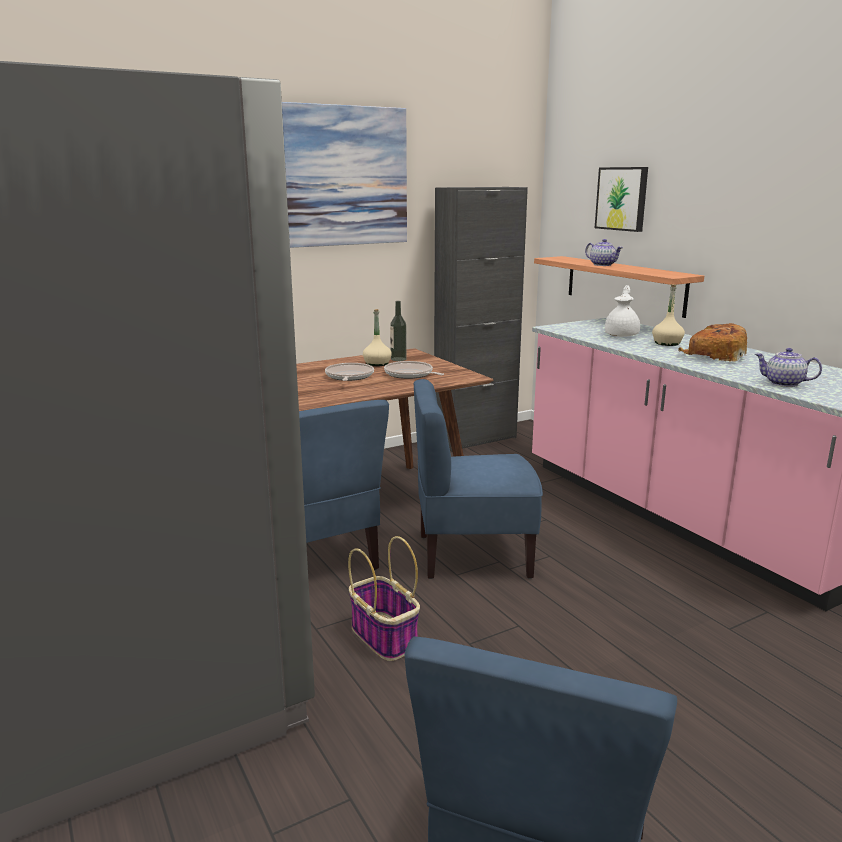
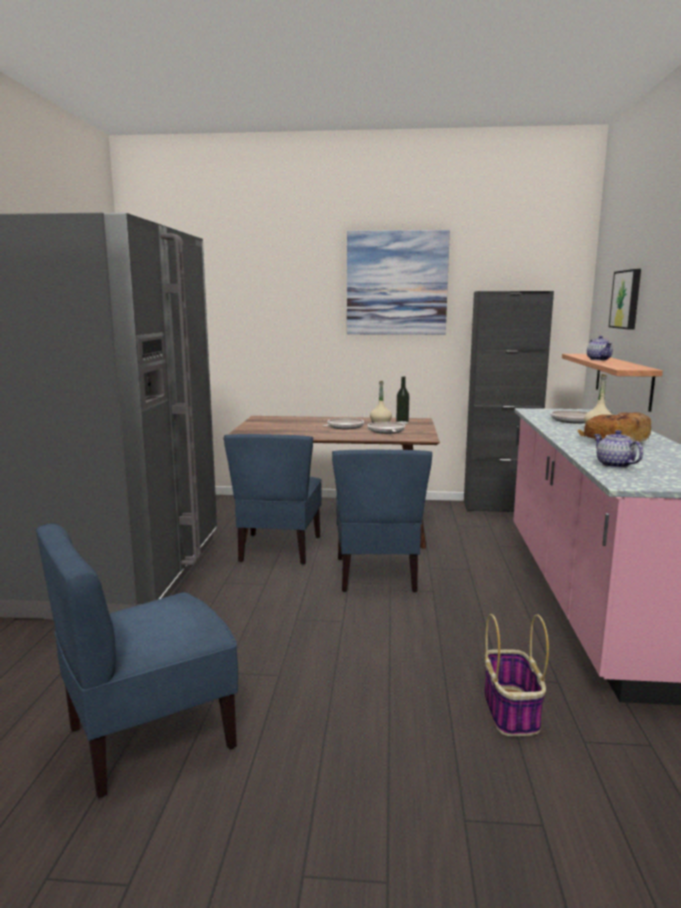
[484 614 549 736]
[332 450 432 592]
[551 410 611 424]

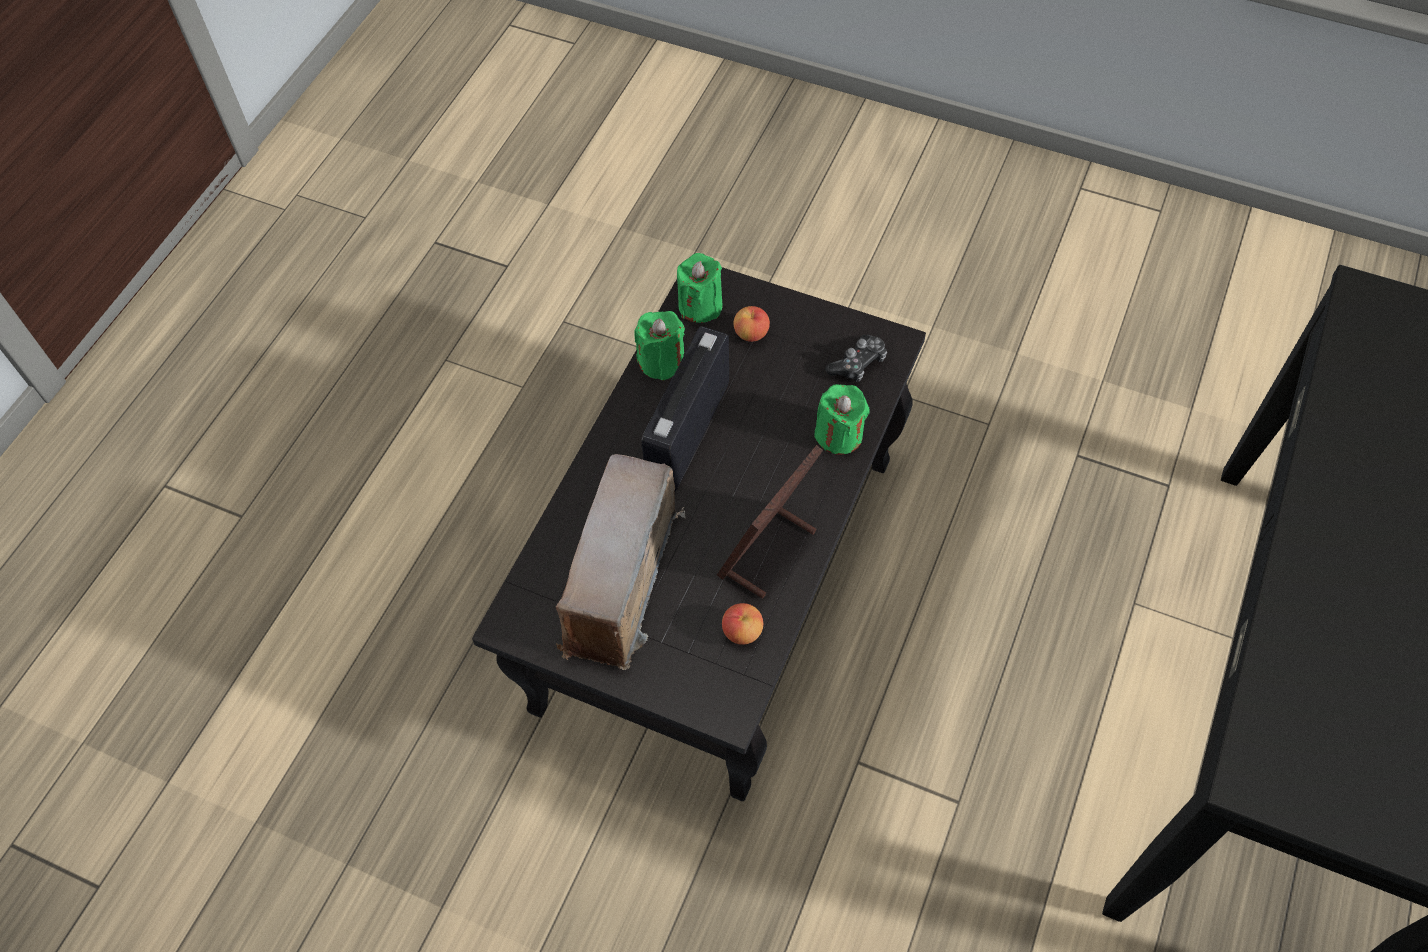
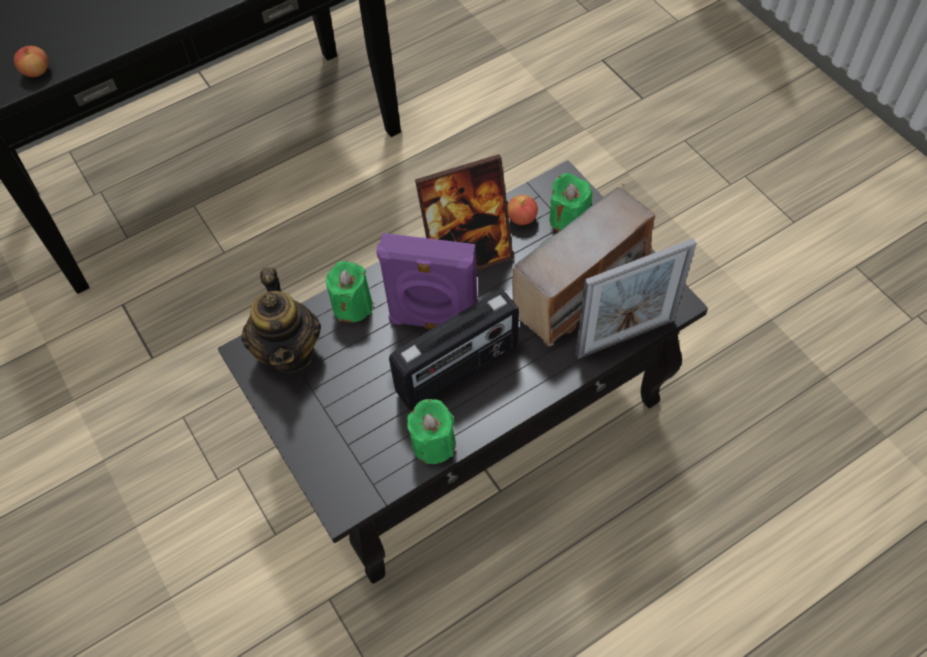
[550 173 592 232]
[14 46 48 77]
[241 267 321 373]
[376 233 477 329]
[575 239 696 359]

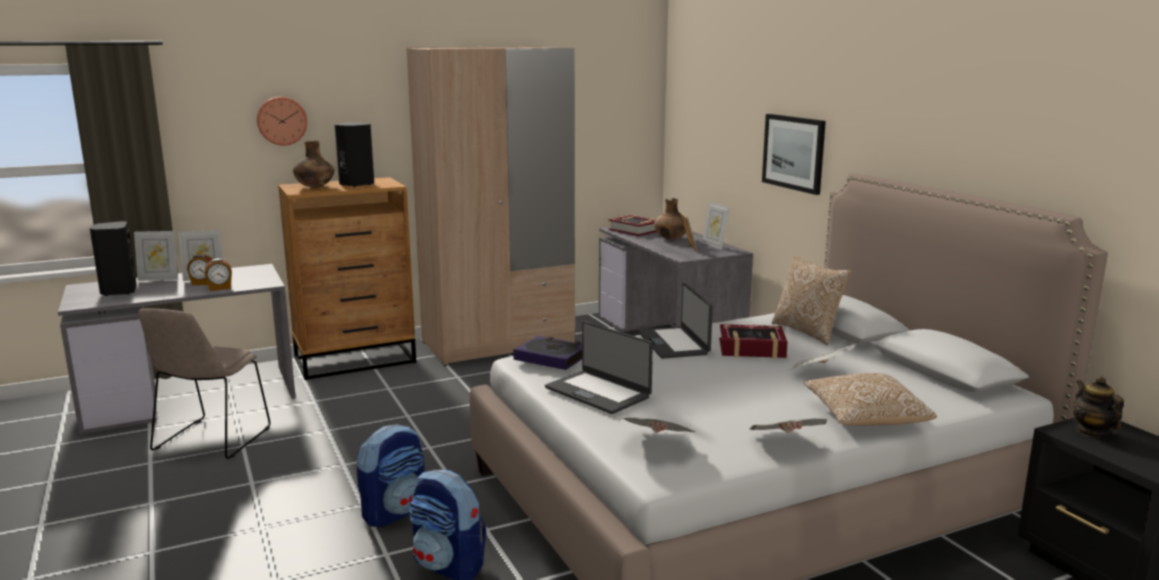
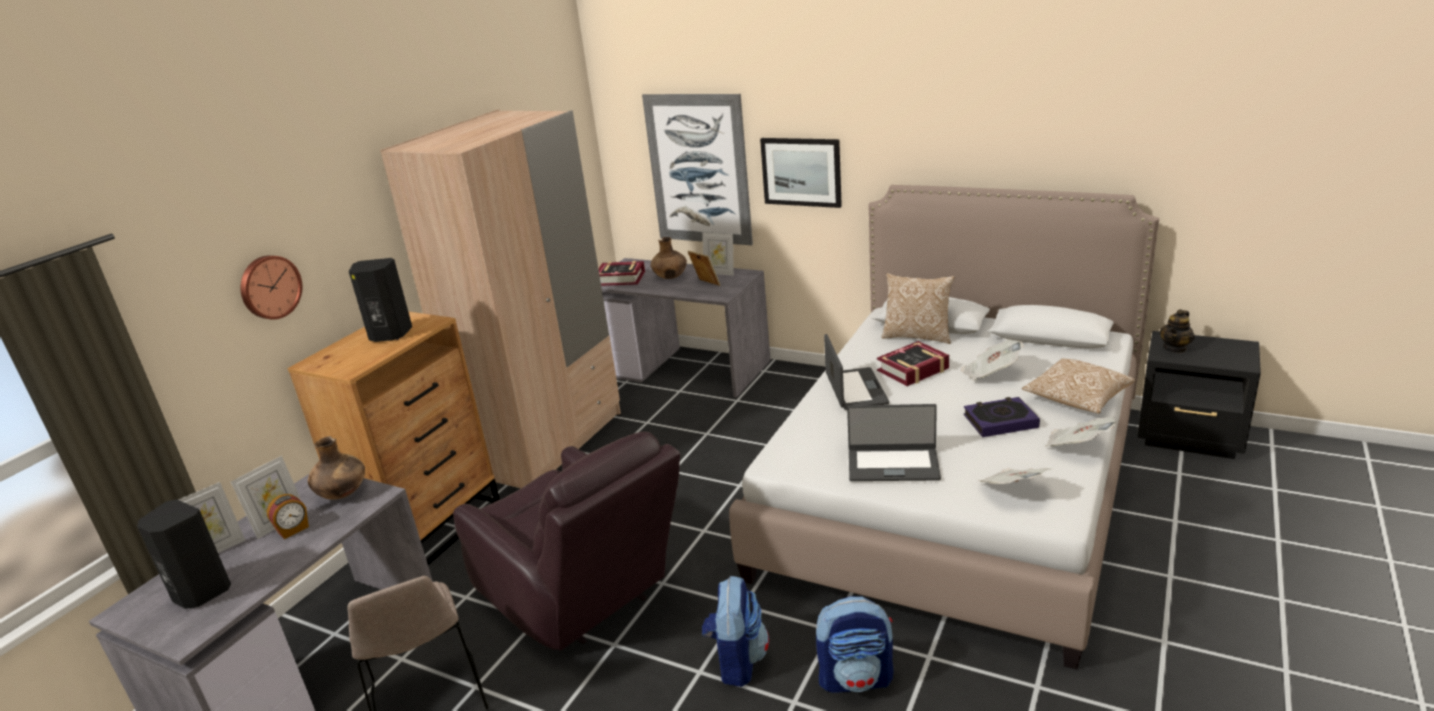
[205 259 232 291] (first image)
[308 436 365 500]
[963 397 1040 437]
[824 334 889 410]
[1160 309 1195 353]
[453 432 680 651]
[642 94 753 245]

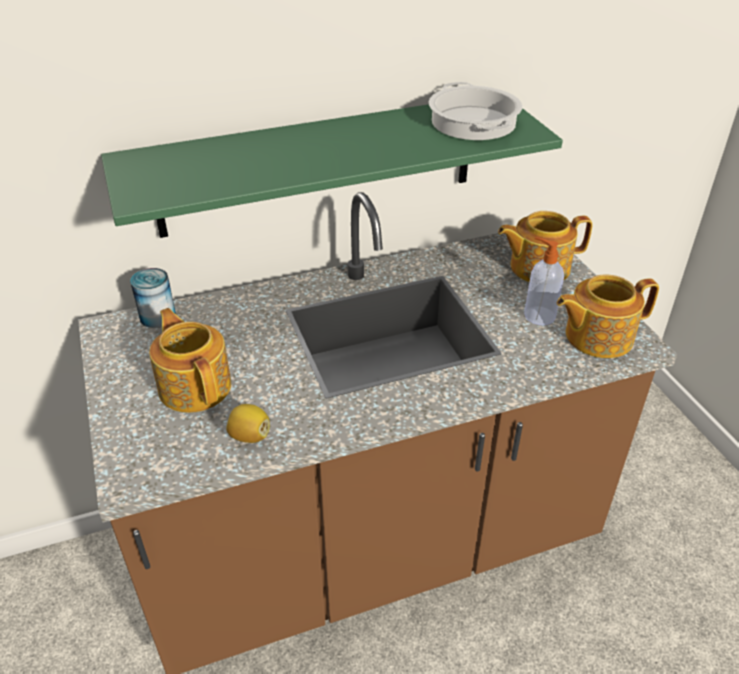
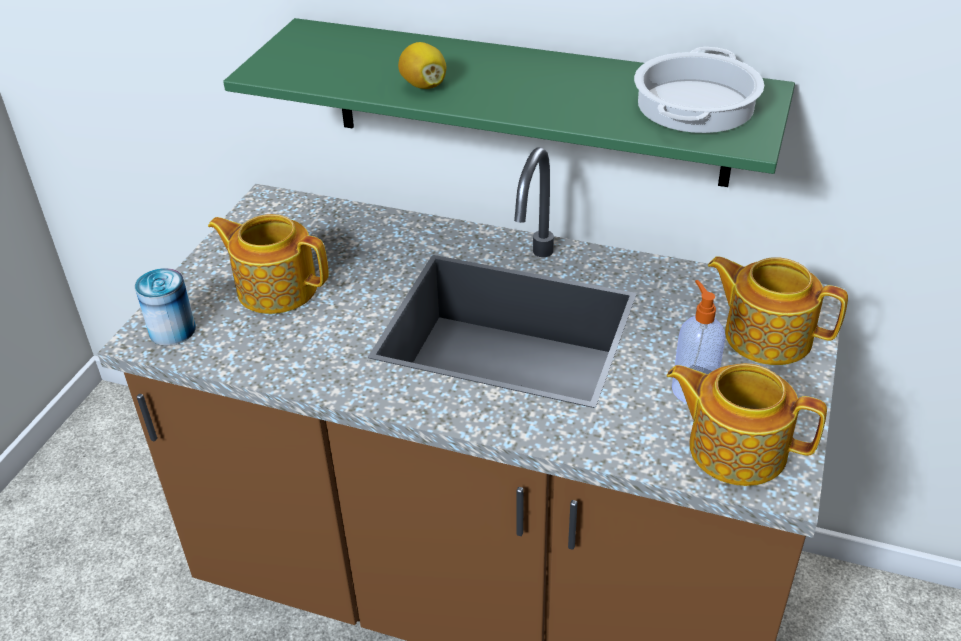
[135 268 196 346]
[208 214 329 314]
[398 42 447 89]

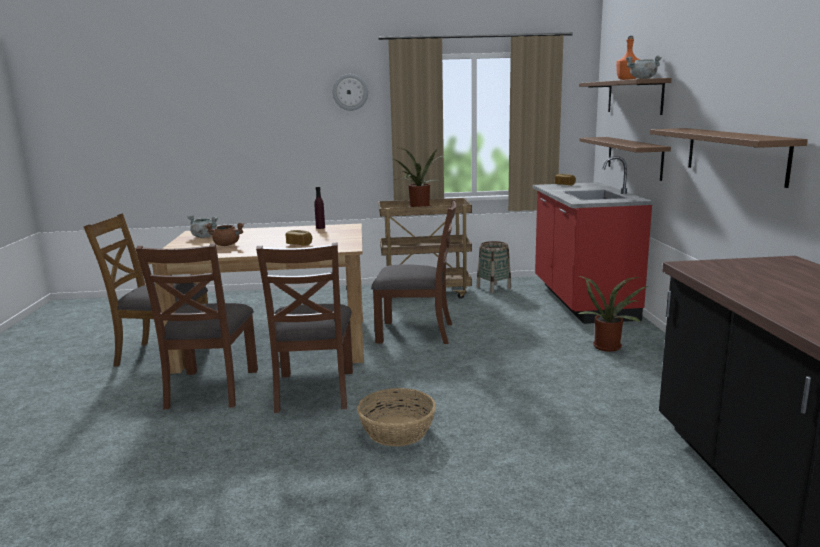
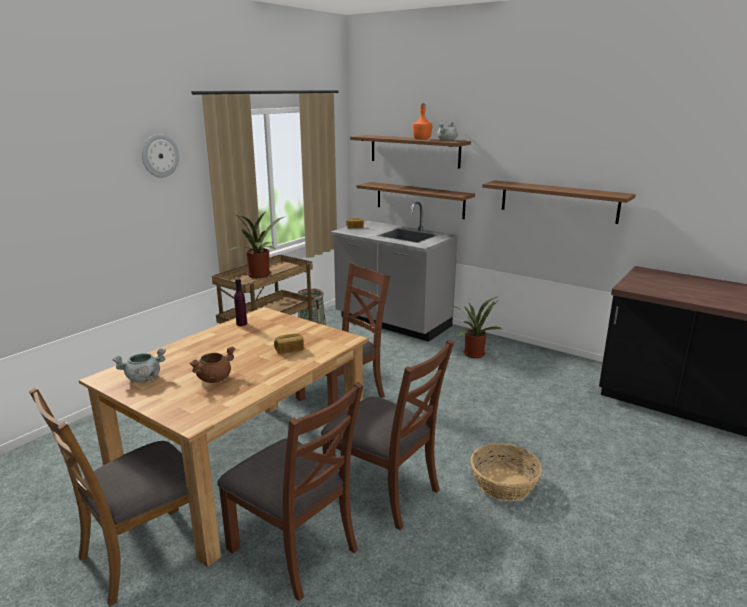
[330 202 459 342]

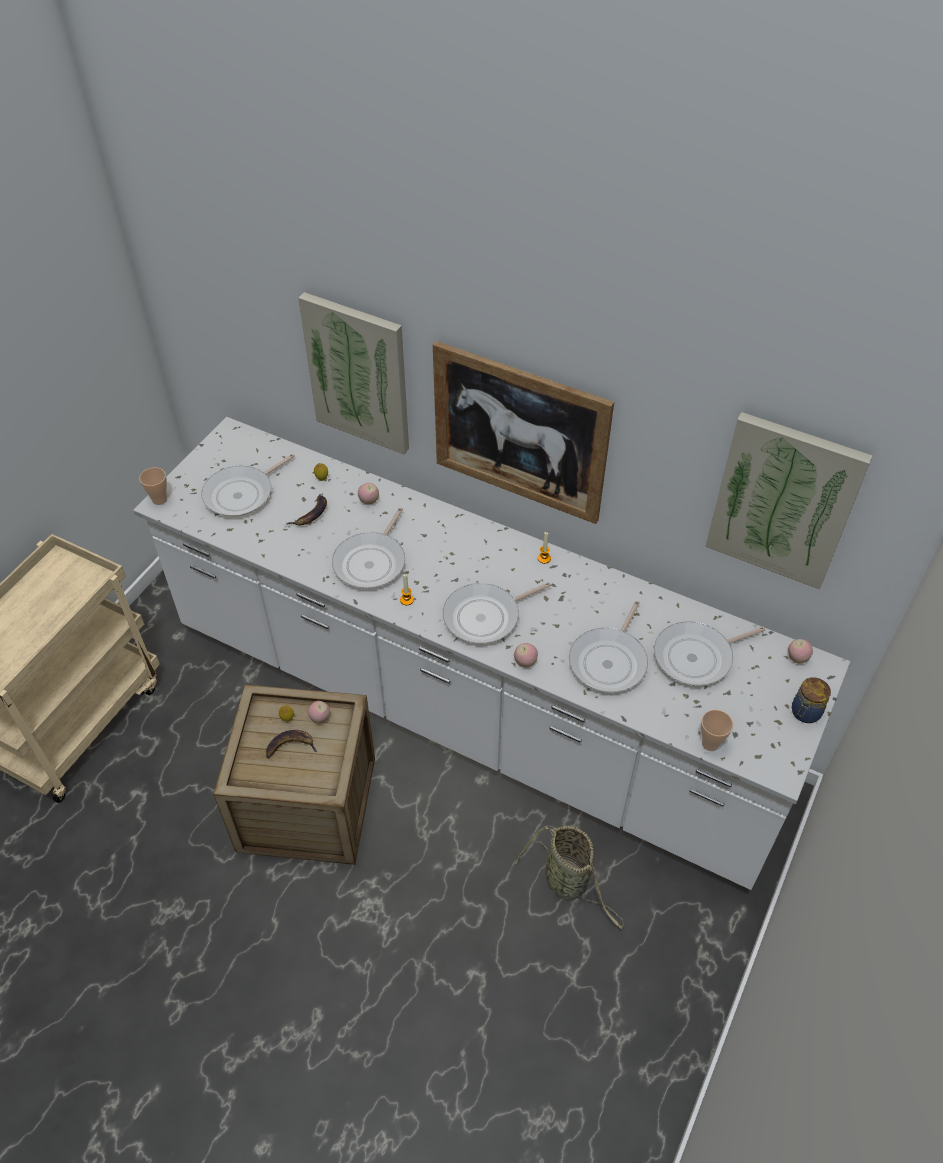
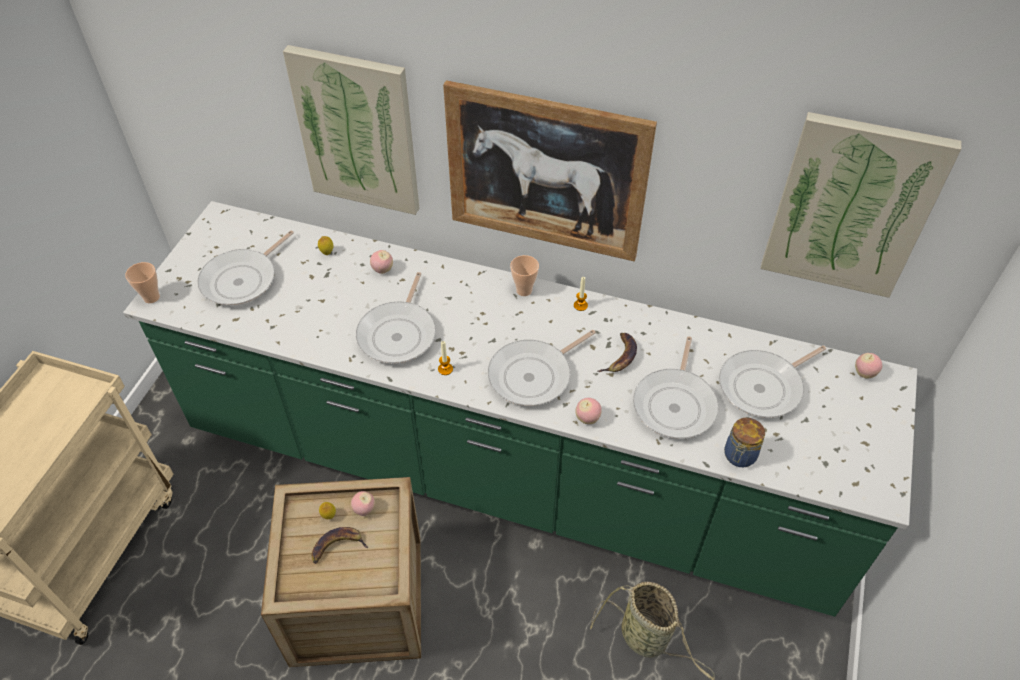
[123 201 917 617]
[598 333 637 372]
[510 255 539 296]
[724 418 765 467]

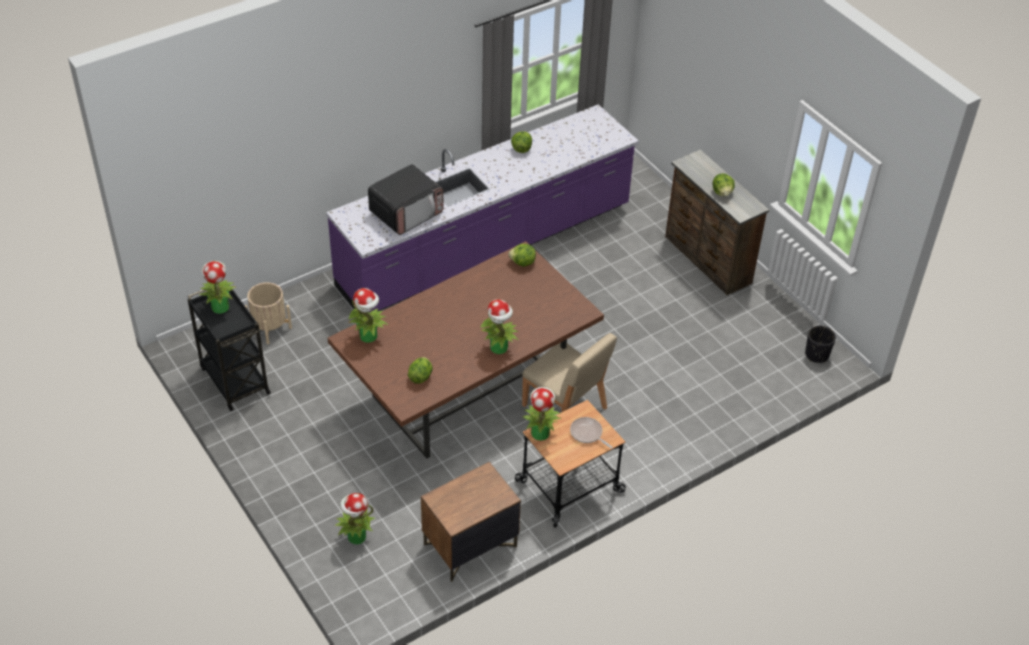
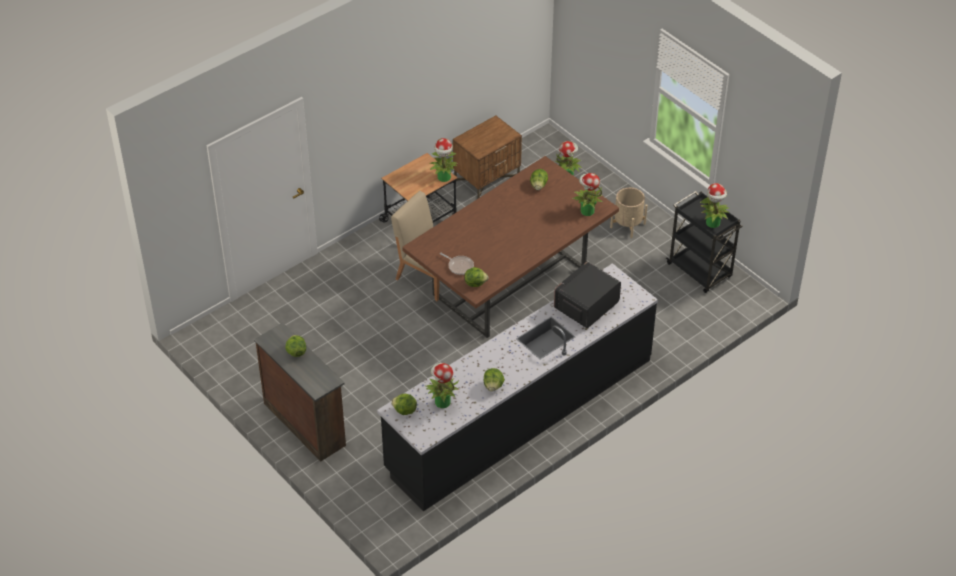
[610 187 648 238]
[377 263 658 511]
[425 363 459 408]
[440 253 474 275]
[805 326 836 363] (first image)
[391 394 417 415]

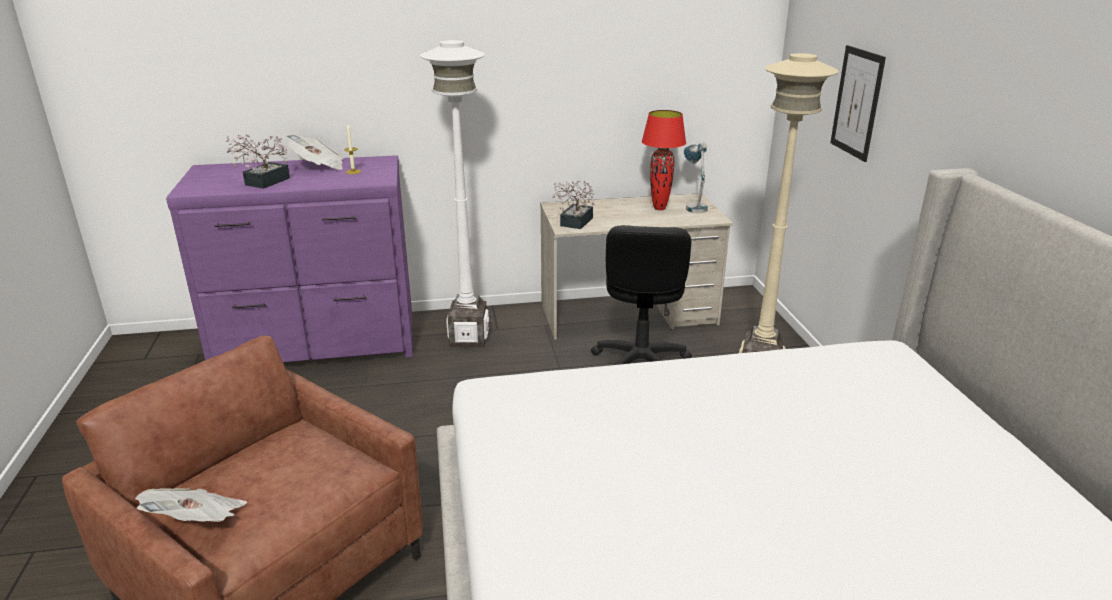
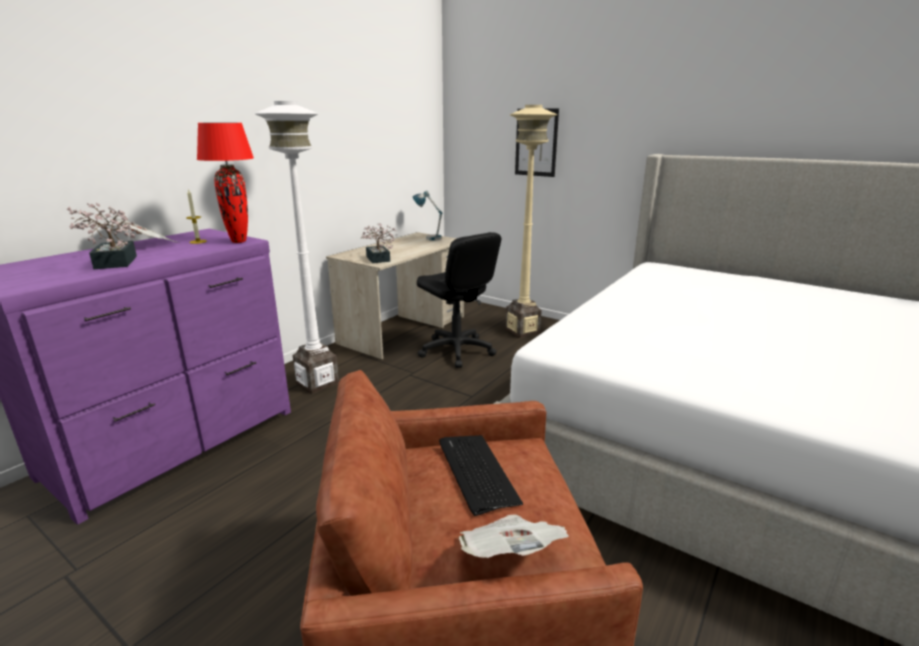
[197 123 254 243]
[439 435 523 516]

